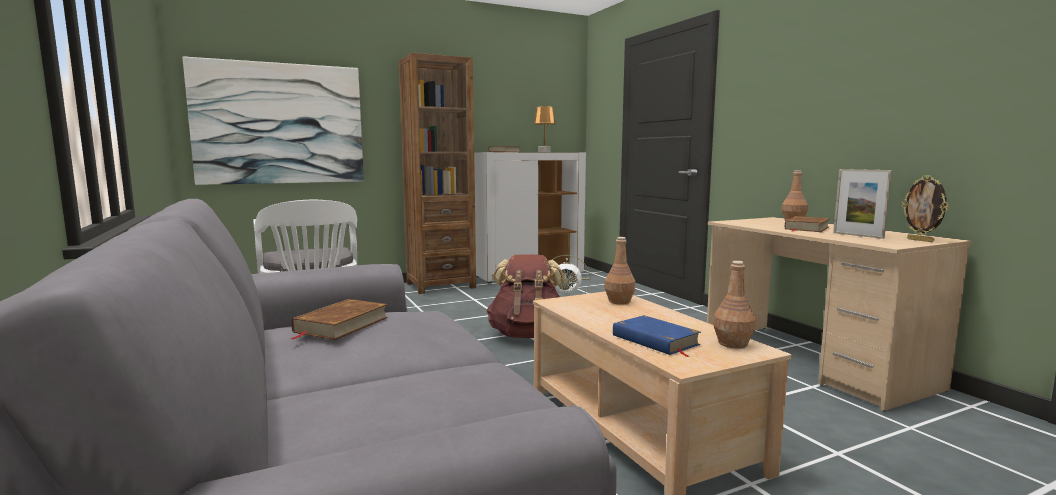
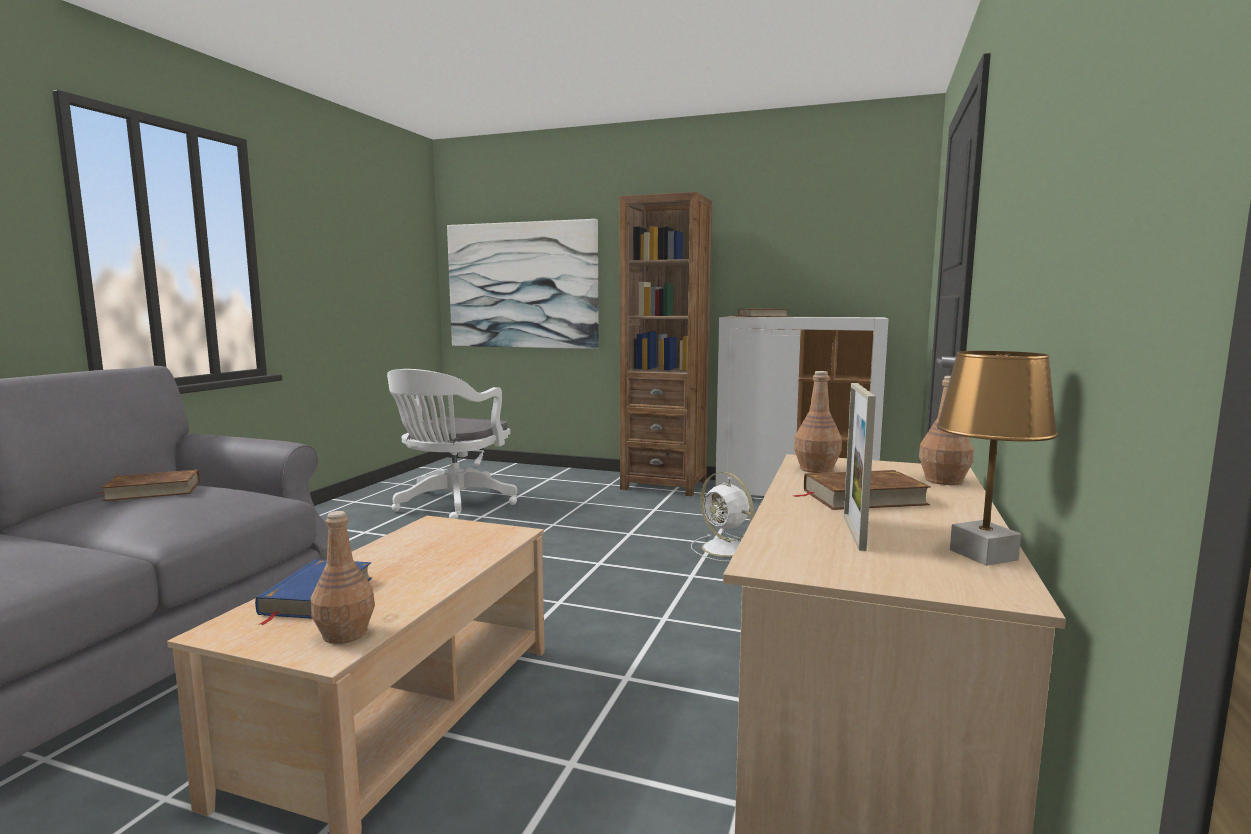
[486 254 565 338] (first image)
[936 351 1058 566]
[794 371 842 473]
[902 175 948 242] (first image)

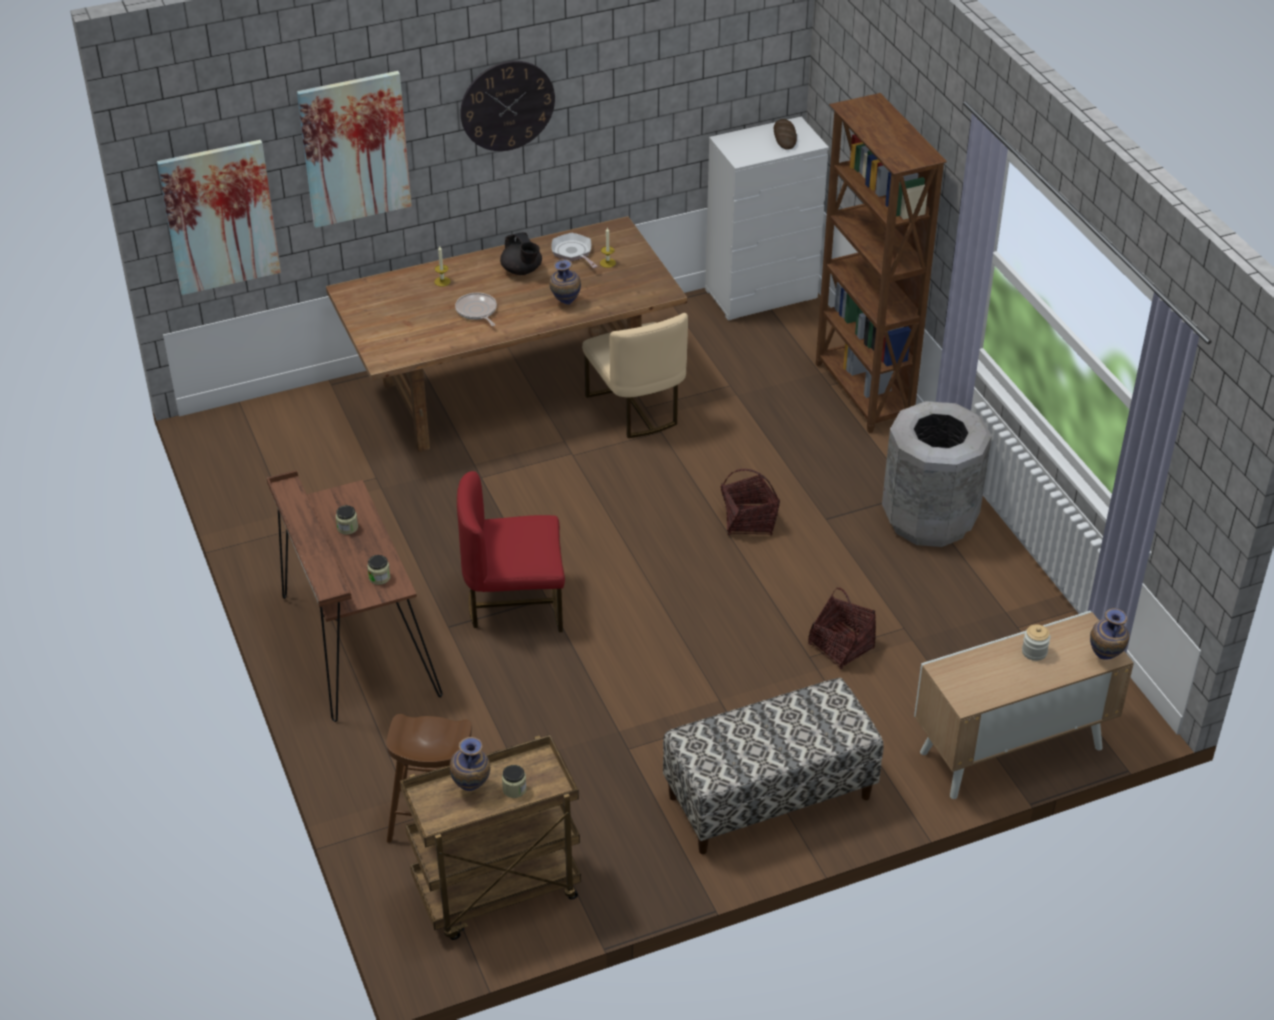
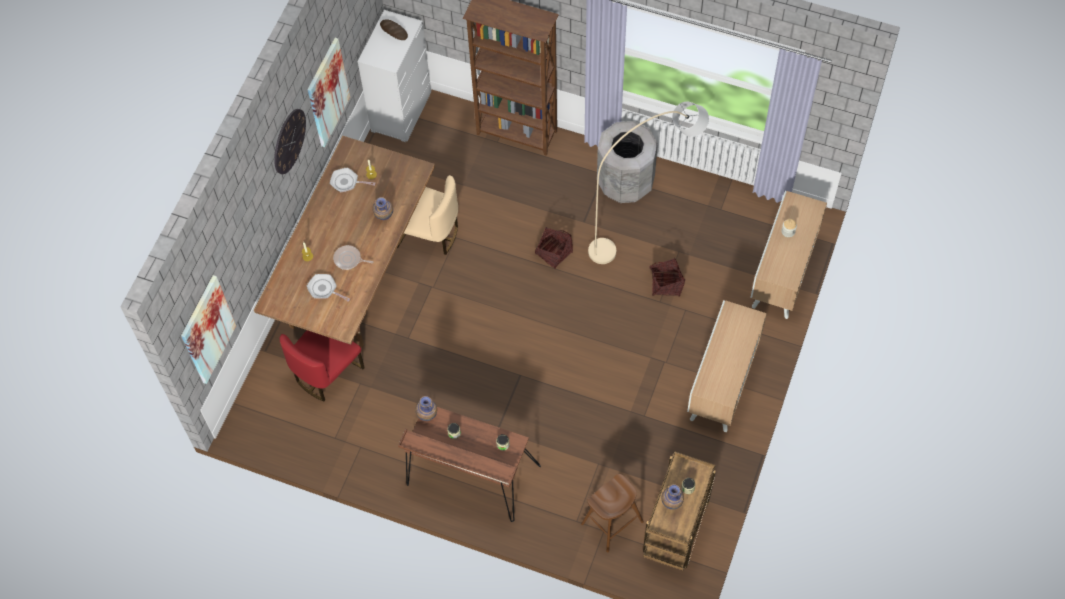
[308 38 350 147]
[280 330 365 402]
[500 232 542 275] (first image)
[687 300 767 432]
[415 396 437 421]
[307 274 350 302]
[588 102 709 264]

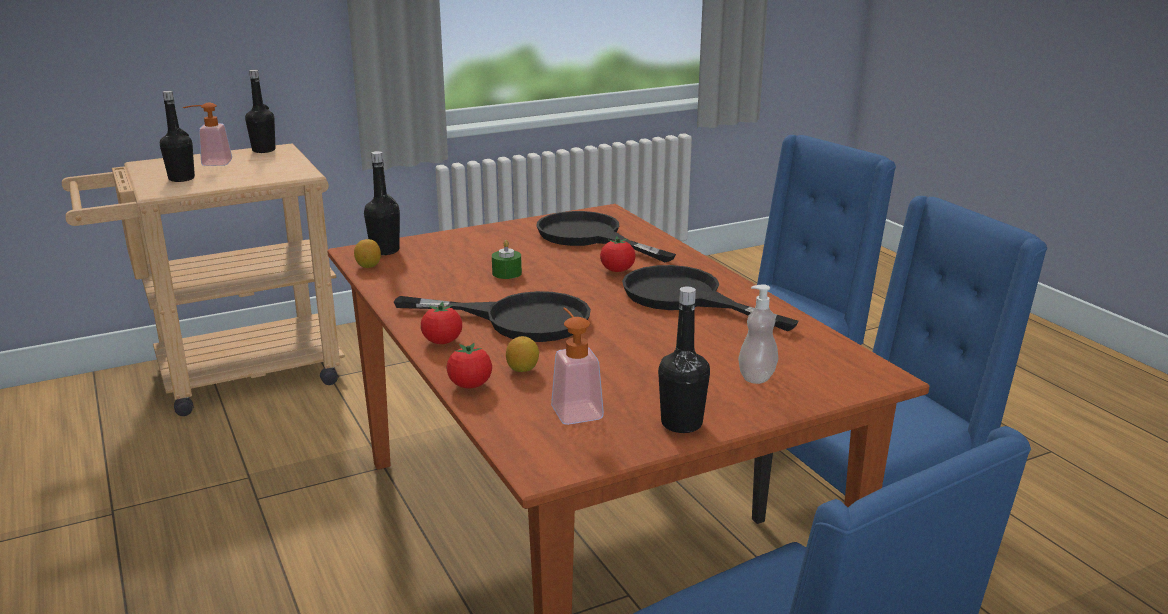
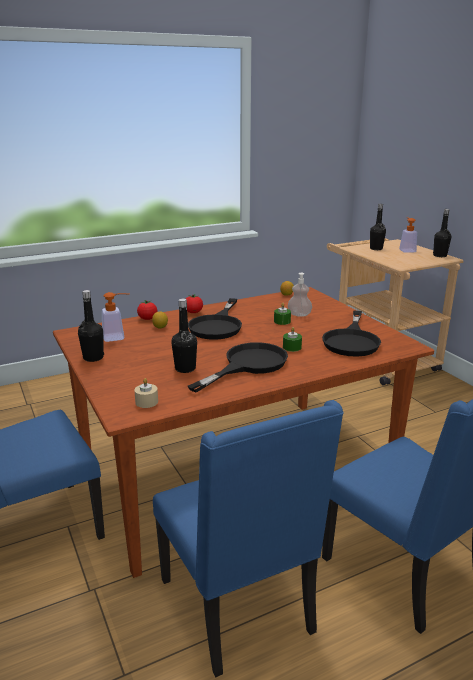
[171 299 197 373]
[322 311 381 357]
[283 327 302 352]
[288 273 312 317]
[134 378 158 408]

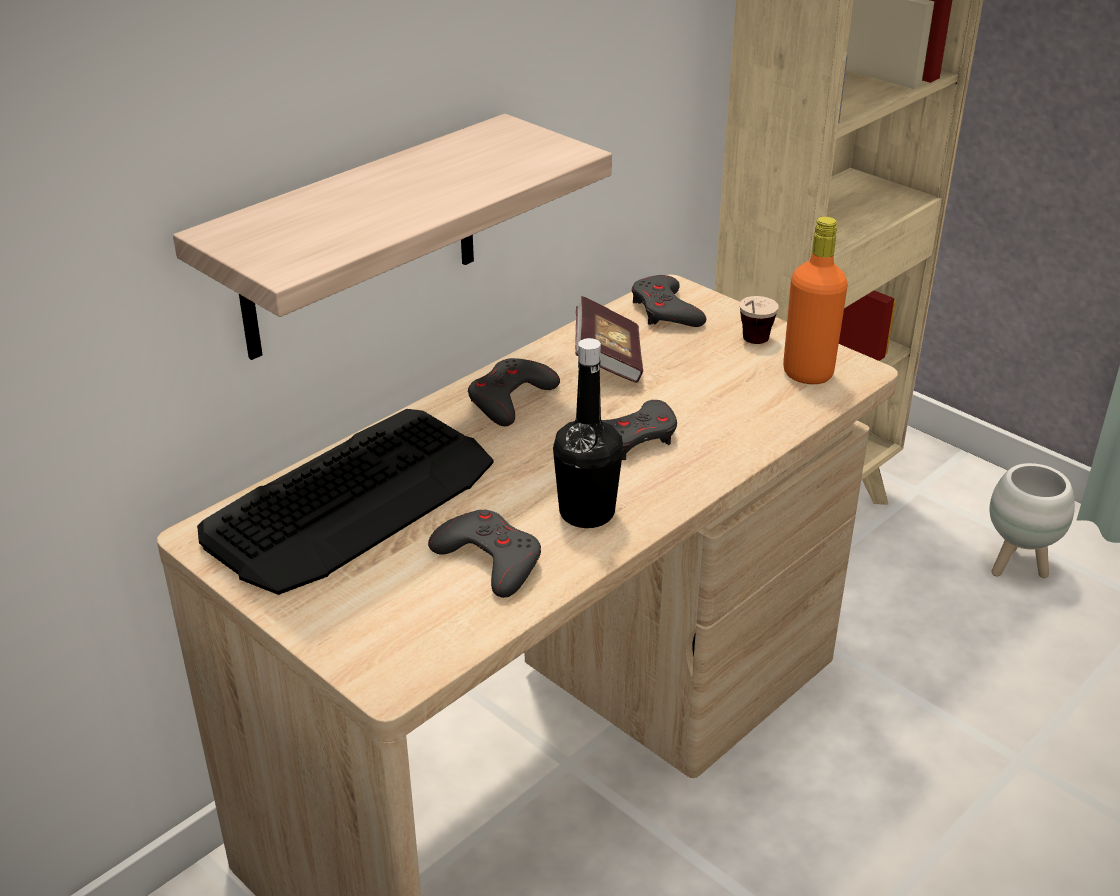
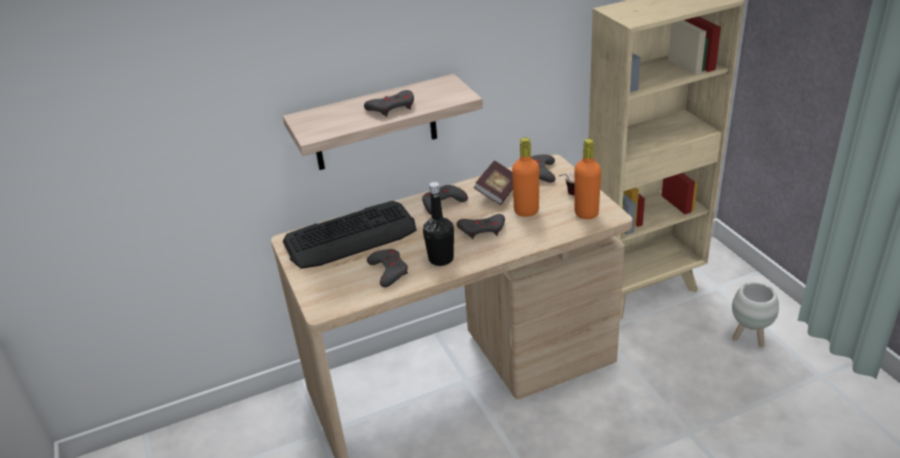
[364 90 414 117]
[512 138 539 217]

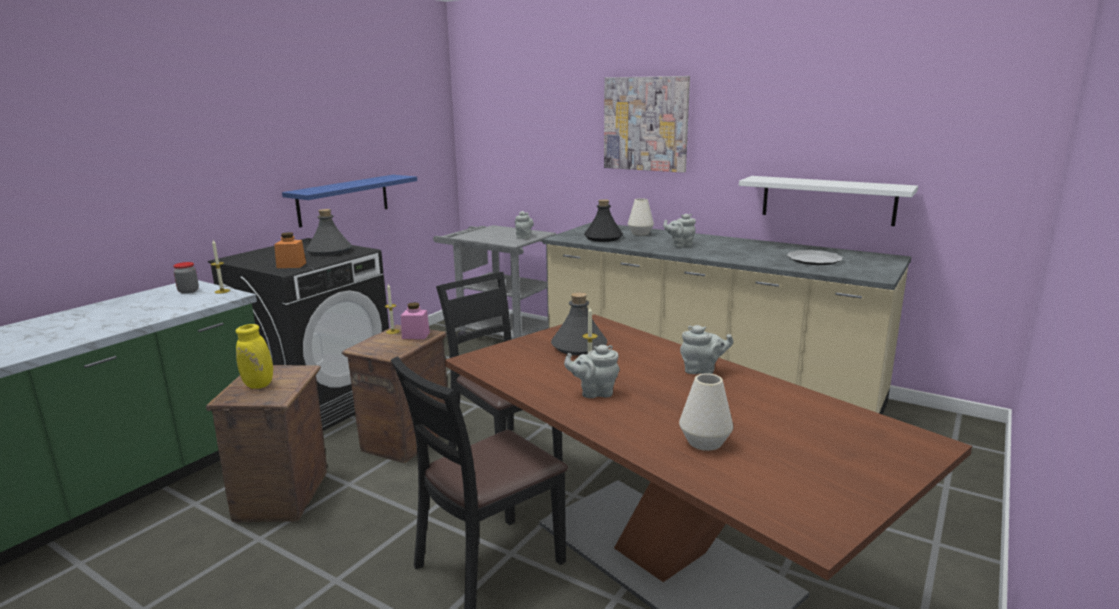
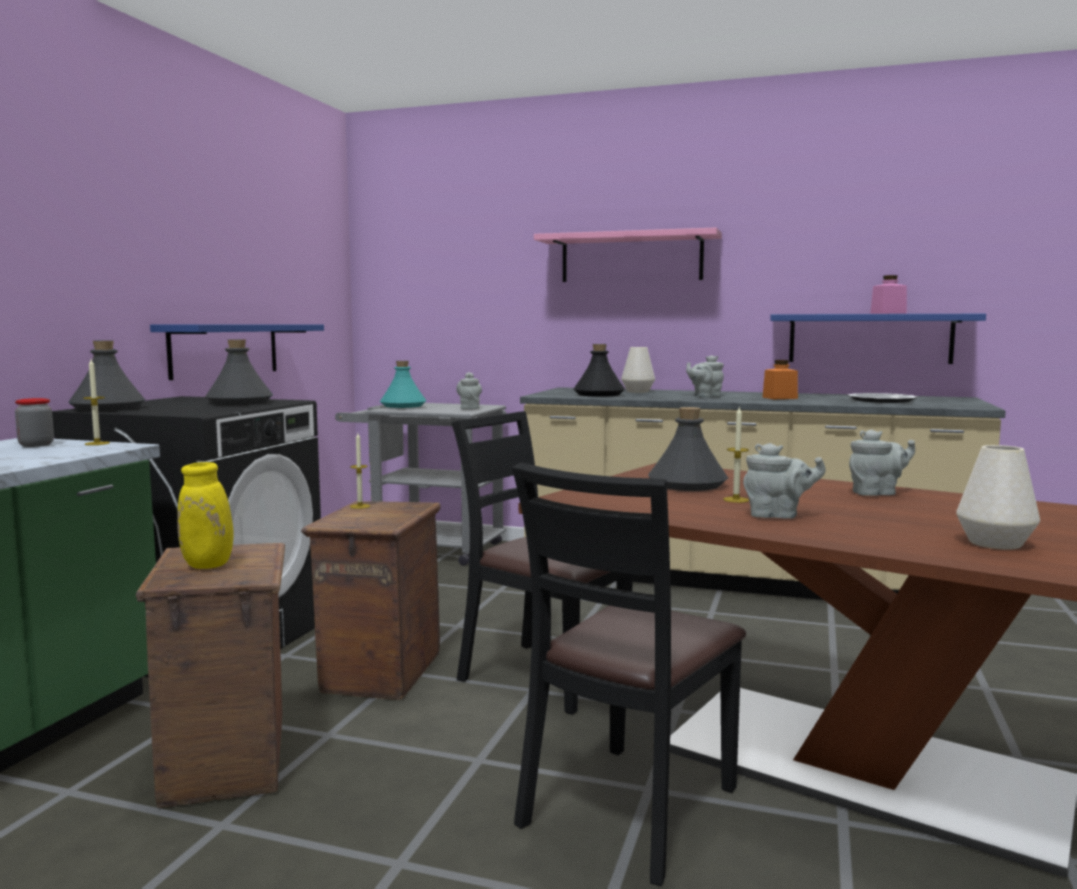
[763 360 798 399]
[870 275 907 314]
[743 443 826 519]
[534 228 722 282]
[770 314 986 364]
[68 340 145 411]
[380 361 427 408]

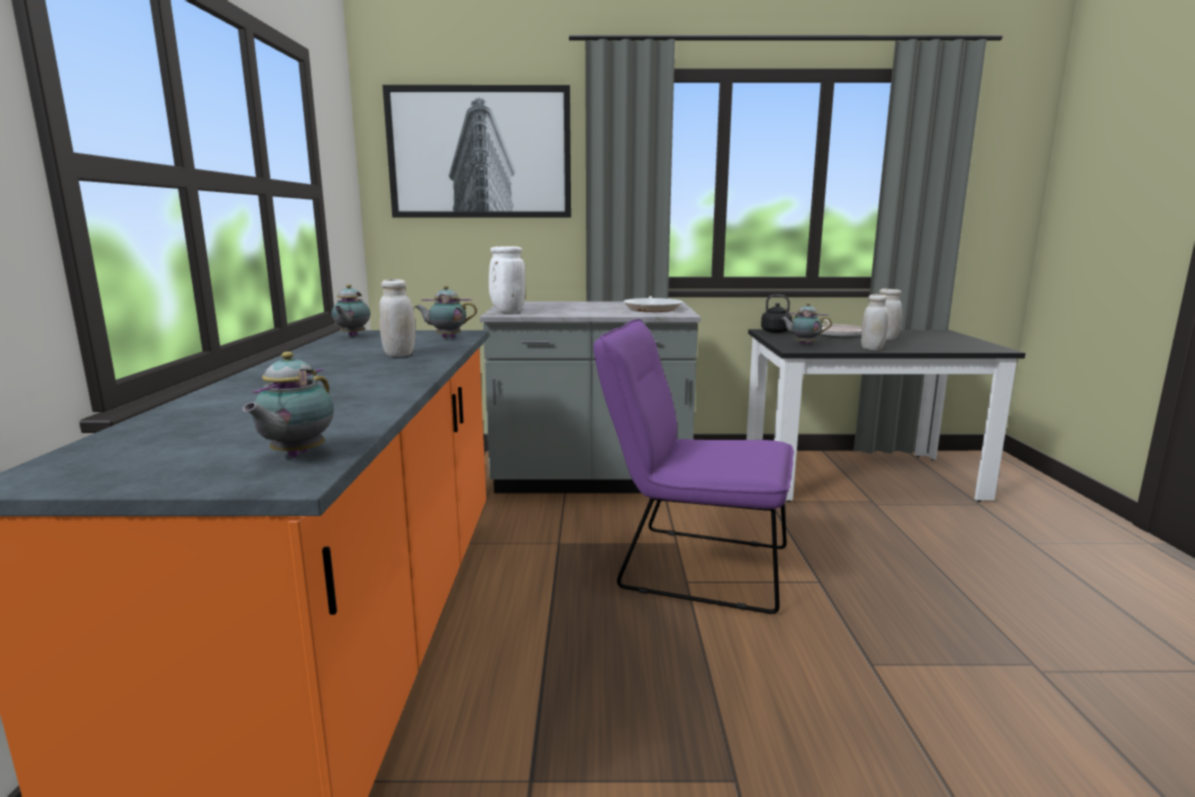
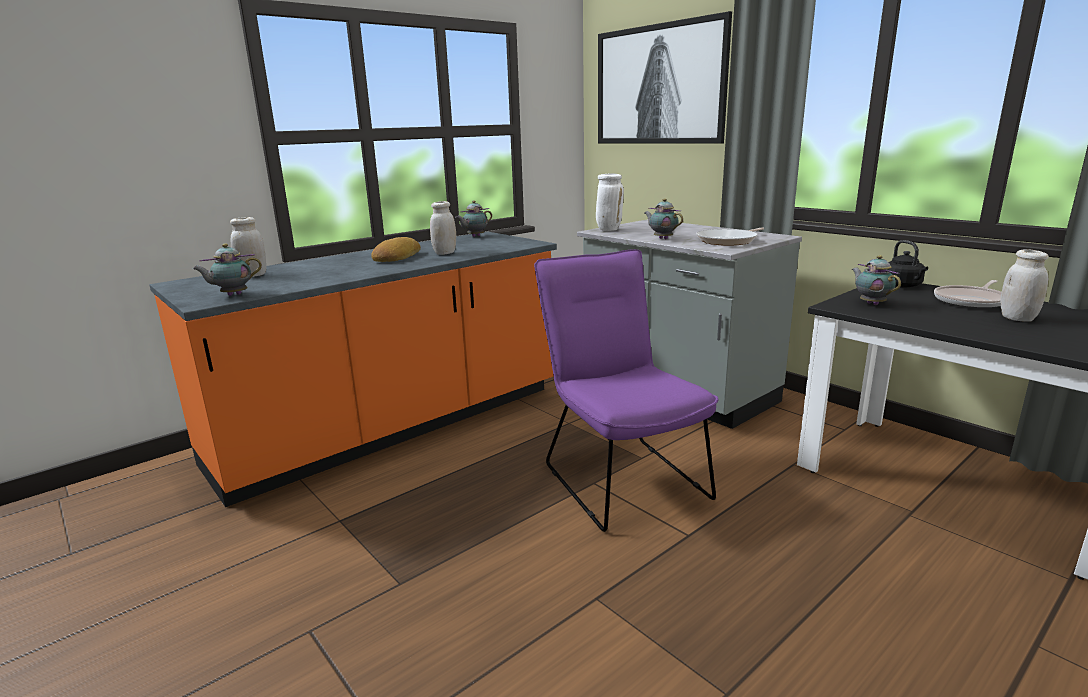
[644 198 683 239]
[230 217 267 277]
[371 237 421 262]

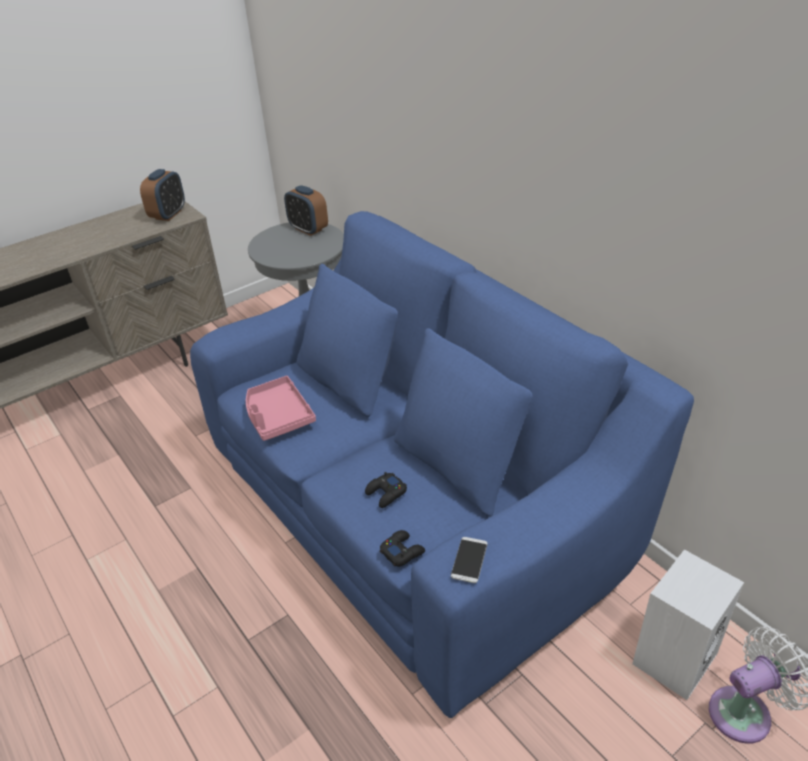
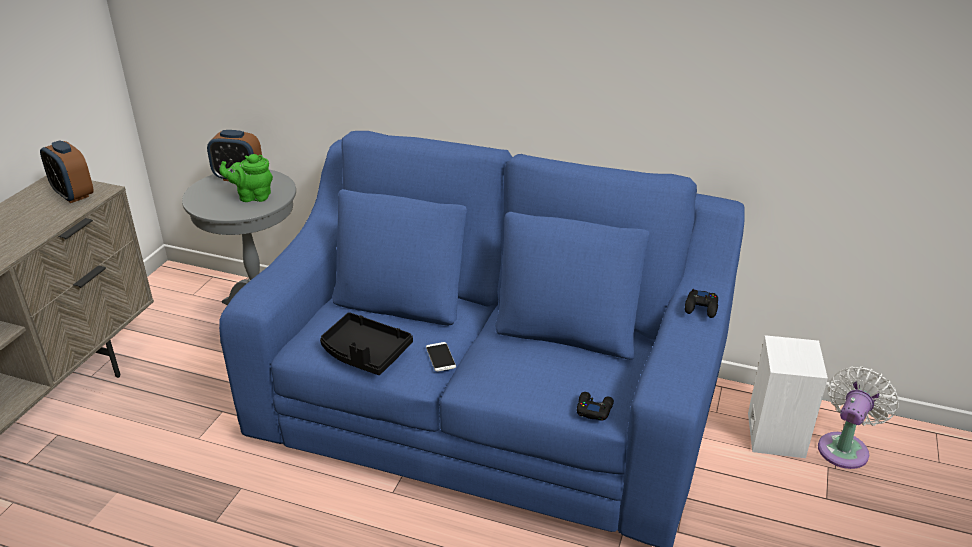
[40 140 94 203]
[320 312 413 375]
[685 289 718 318]
[426 342 456 372]
[219 154 273 202]

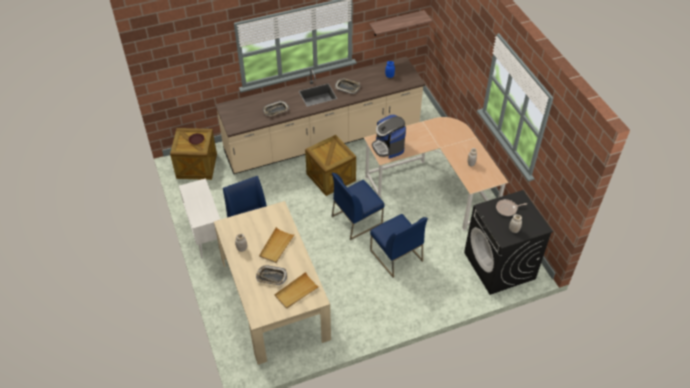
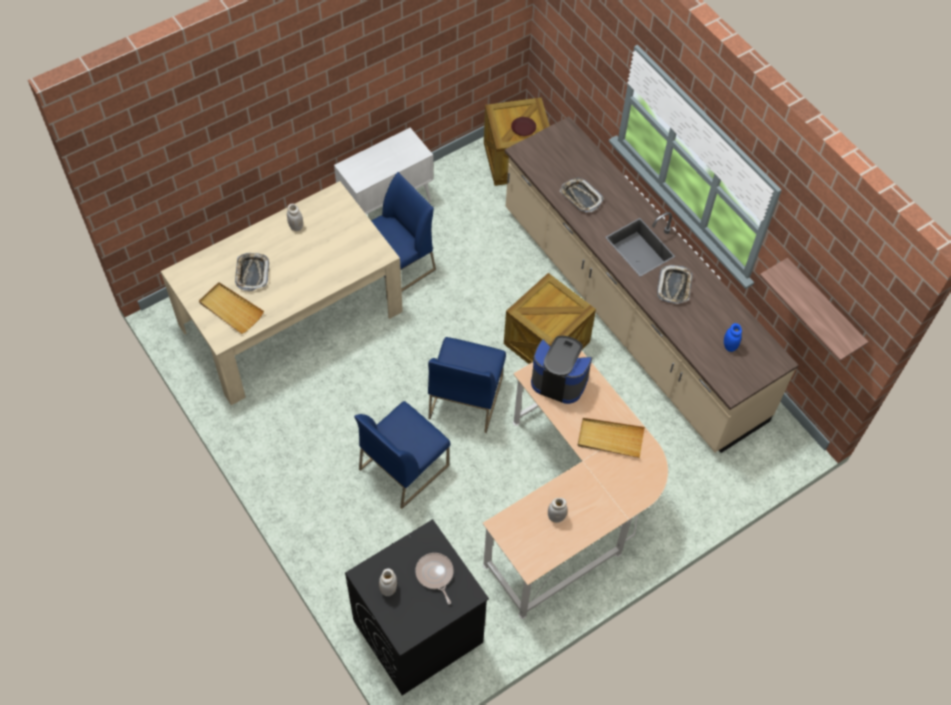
[577 418 645 458]
[428 337 506 433]
[531 336 592 404]

